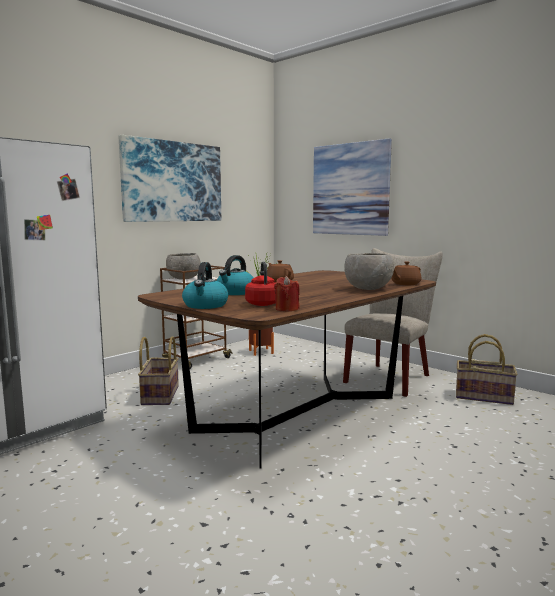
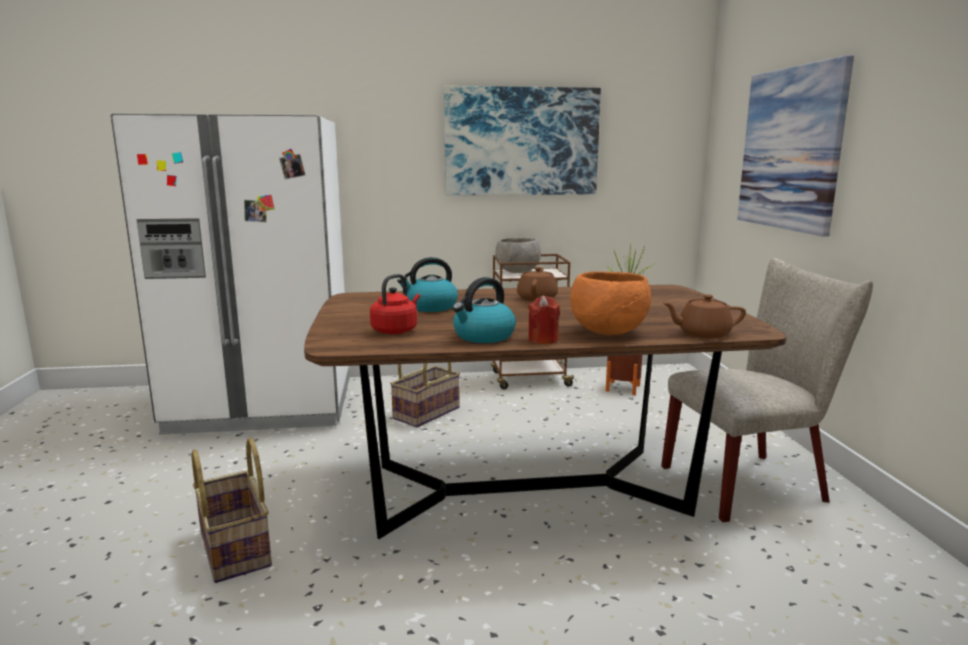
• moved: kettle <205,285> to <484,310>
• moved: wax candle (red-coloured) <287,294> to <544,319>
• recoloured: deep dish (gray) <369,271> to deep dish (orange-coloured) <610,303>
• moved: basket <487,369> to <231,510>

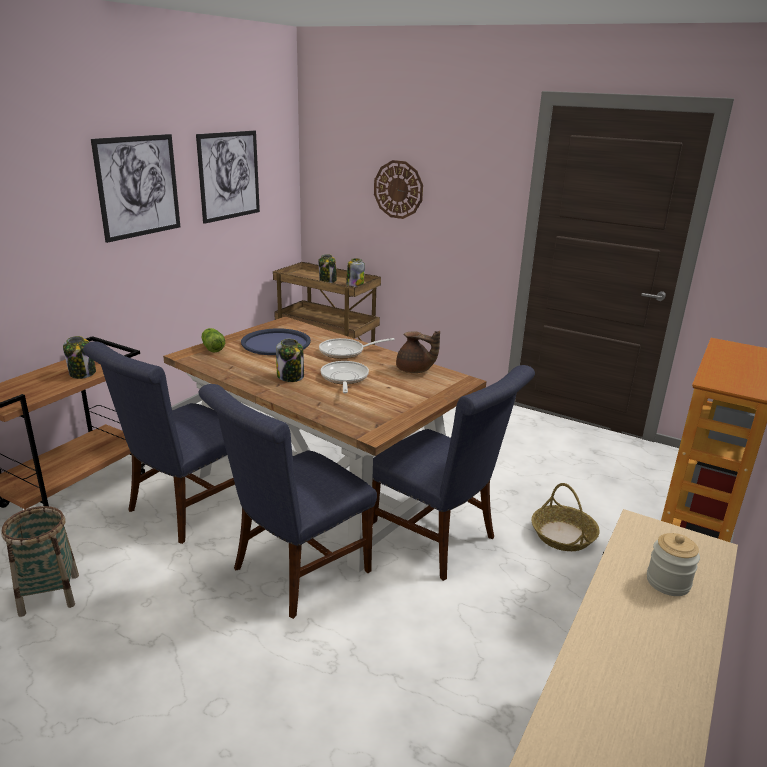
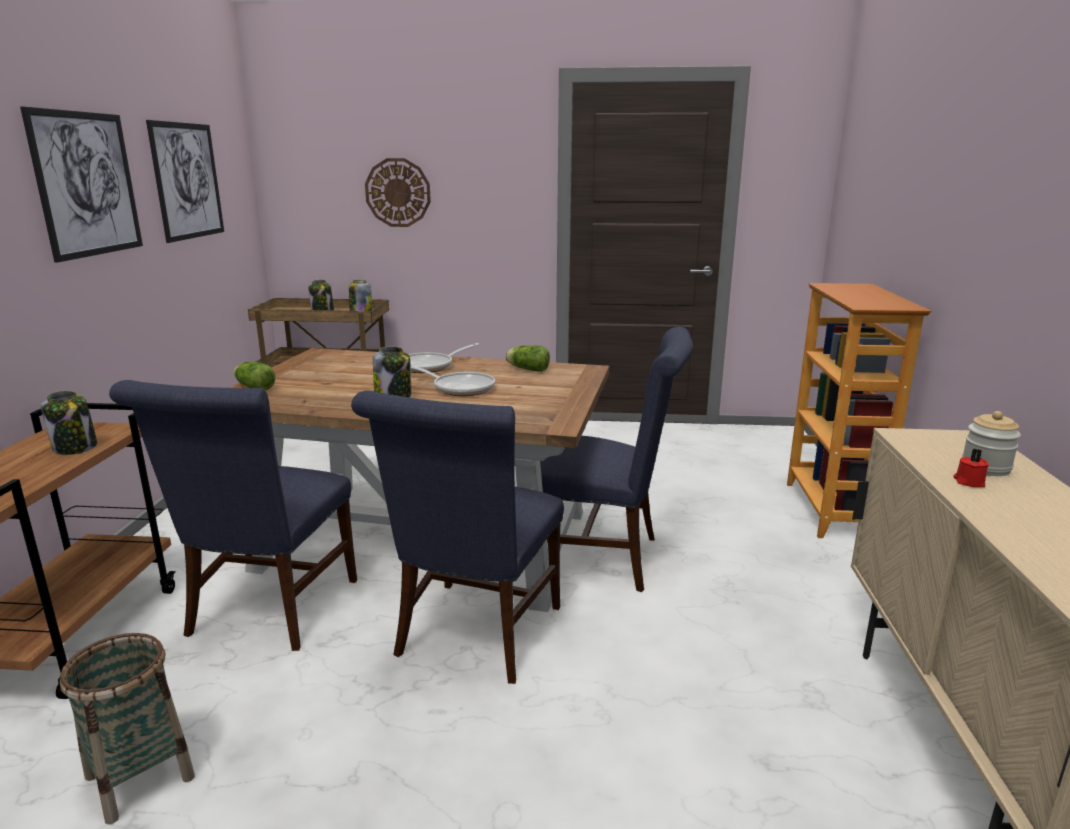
• removed: carrying tray (bluish) <276,341>
• turned: skillet <345,377> = <453,380> 150 degrees clockwise
• replaced: teapot (brown-coloured) <418,352> to lettuce <527,358>
• removed: basket <566,517>
• added: wax candle (red-coloured) <971,468>

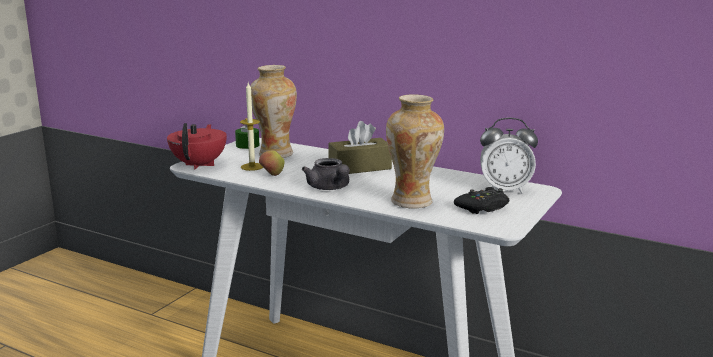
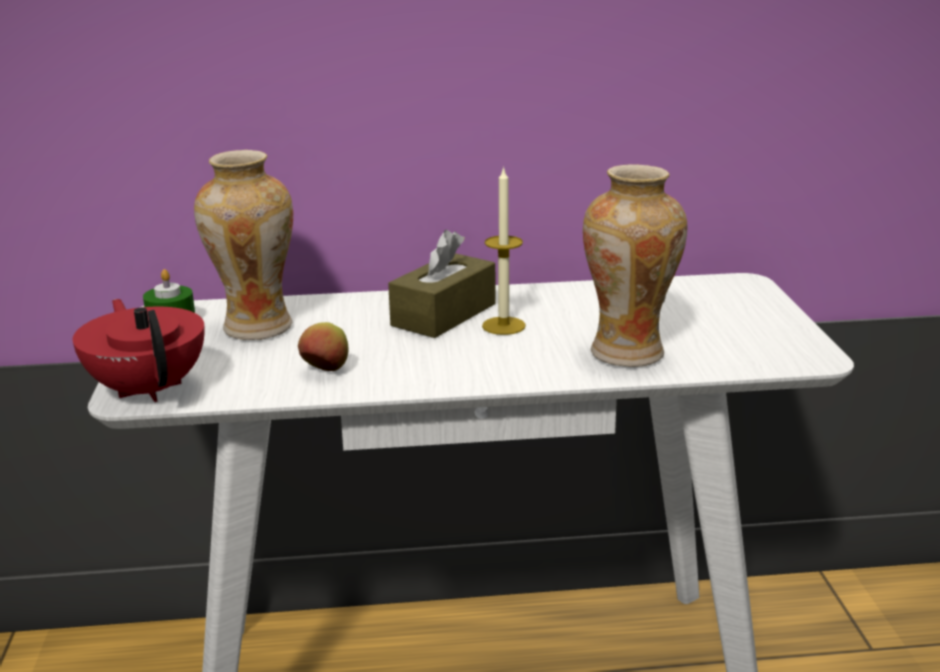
• moved: wax candle <251,127> to <504,250>
• removed: teapot (gray) <326,174>
• removed: joypad (black) <482,200>
• removed: bedside clock <509,156>

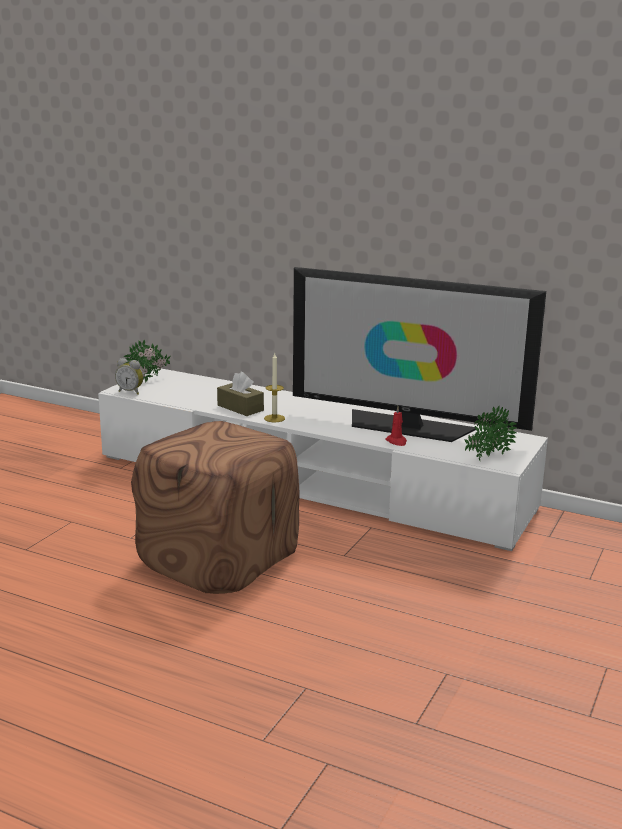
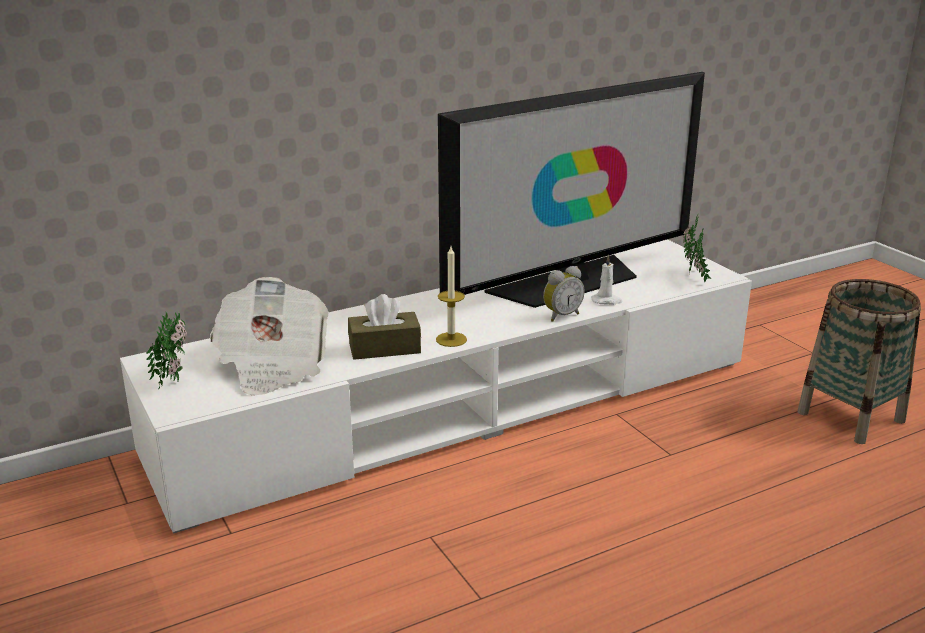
• moved: bedside clock <129,376> to <564,294>
• removed: ottoman (brown-coloured) <215,507>
• recoloured: wax candle (red-coloured) <396,426> to wax candle (white) <607,280>
• added: printed paper <269,336>
• added: basket <859,361>

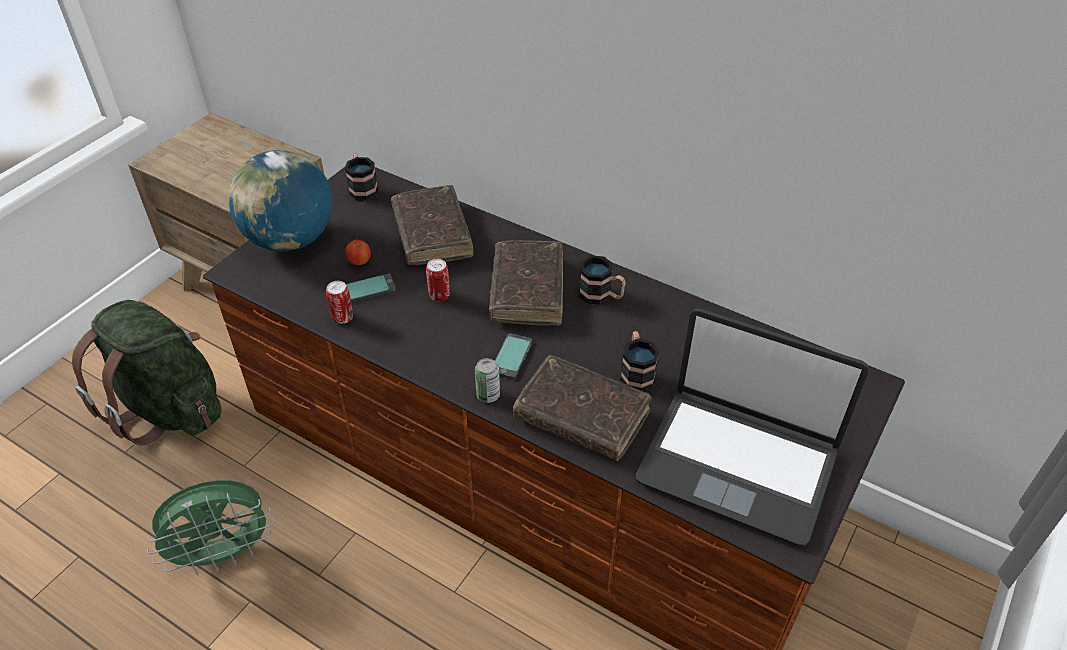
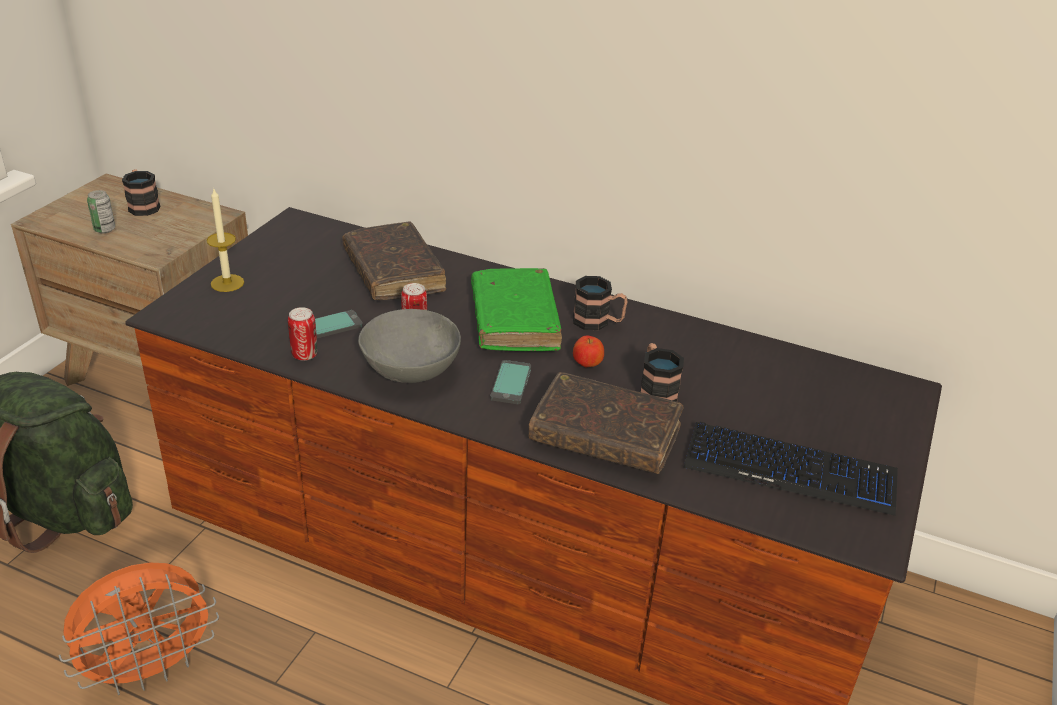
• recoloured: cooling fan (greenish) <210,527> to cooling fan (orange-coloured) <138,629>
• replaced: desk globe <280,200> to wax candle <225,239>
• moved: coffee mug <361,177> to <141,192>
• moved: whole apple <358,252> to <588,351>
• moved: sealed can <487,380> to <101,211>
• recoloured: book (brown-coloured) <526,283> to book (greenish) <516,309>
• replaced: notebook computer <752,428> to computer keyboard <791,469>
• added: deep dish (gray) <409,346>

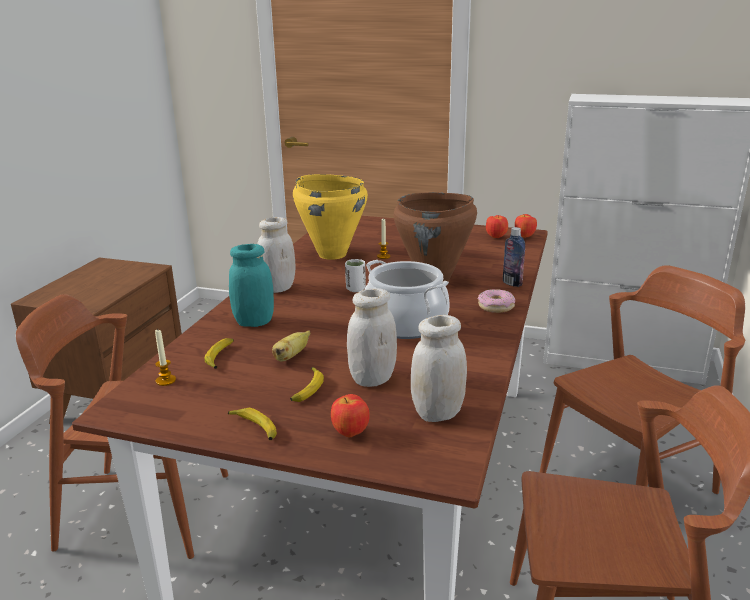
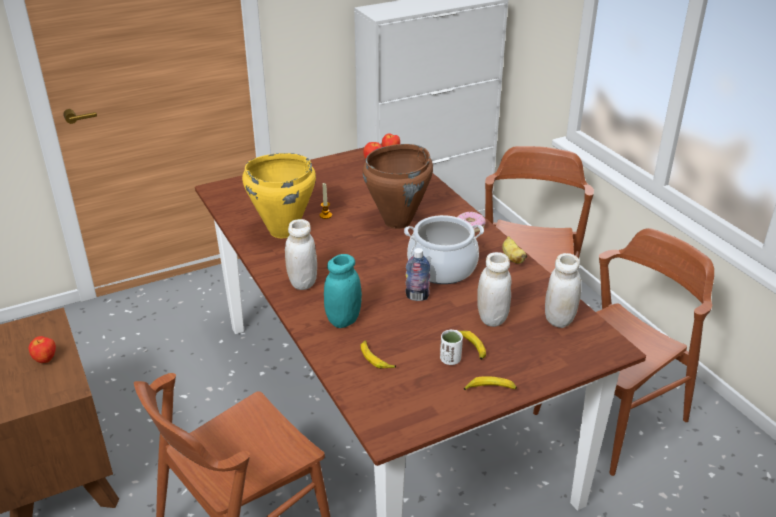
• removed: wax candle <165,357>
• moved: banana fruit <291,346> to <514,250>
• moved: whole apple <350,415> to <42,349>
• moved: small cup (white) <355,275> to <451,347>
• moved: drink bottle <514,257> to <418,274>

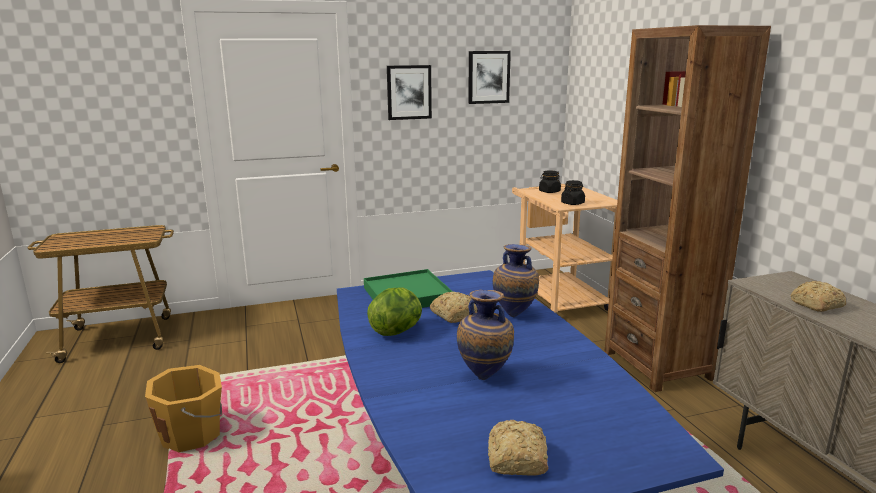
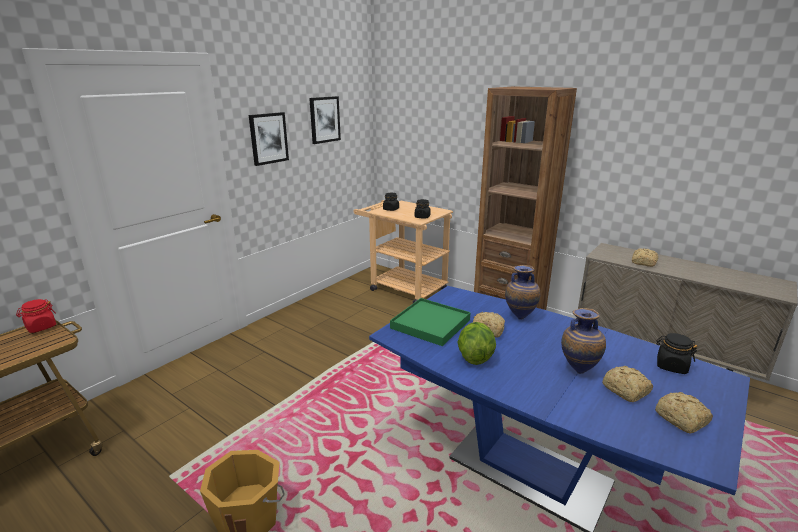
• added: preserve jar (red-coloured) <36,316>
• added: baked bread <627,384>
• added: preserve jar (black) <676,353>

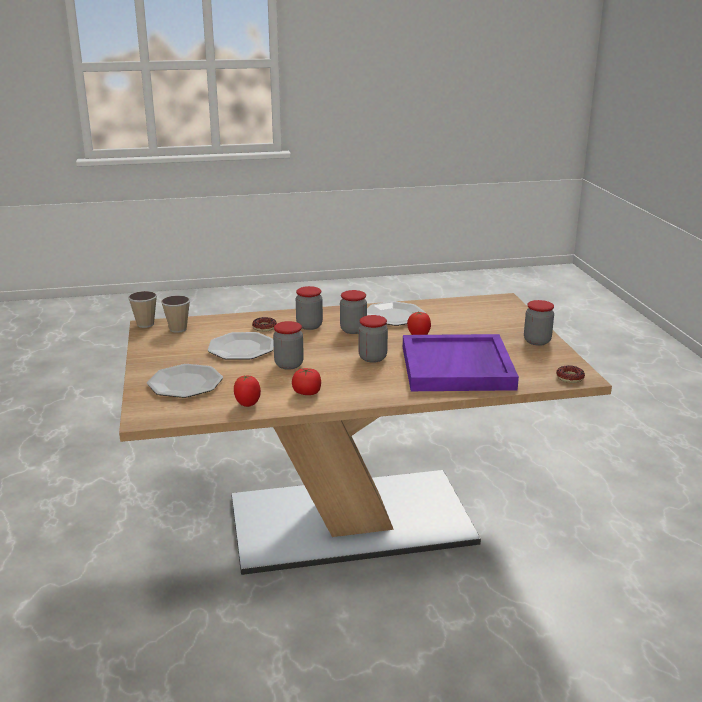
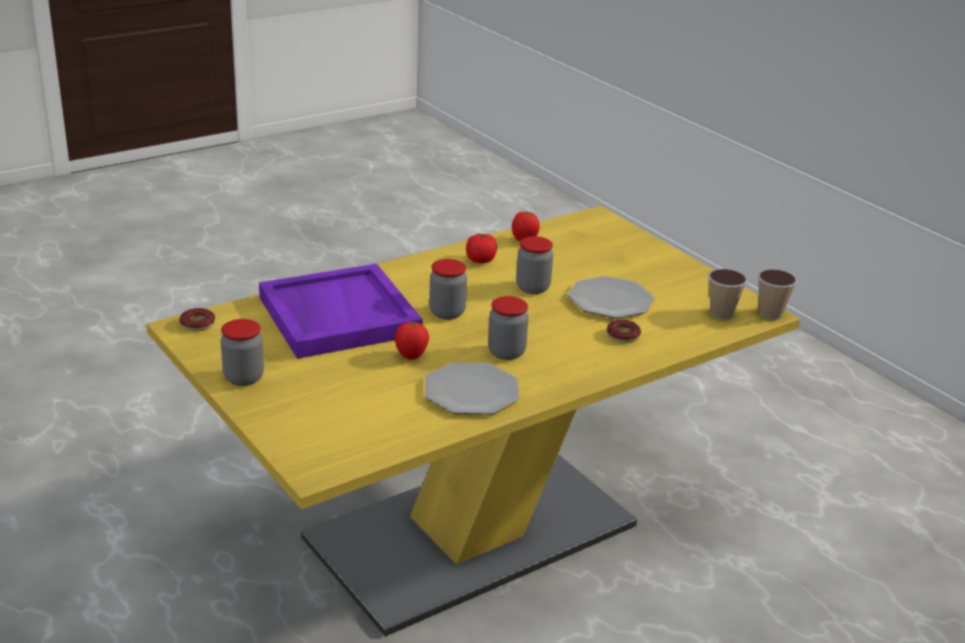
• recoloured: kitchen table (brown-coloured) <365,434> to kitchen table (yellow-coloured) <473,421>
• removed: dinner plate <185,381>
• removed: preserve jar <309,308>

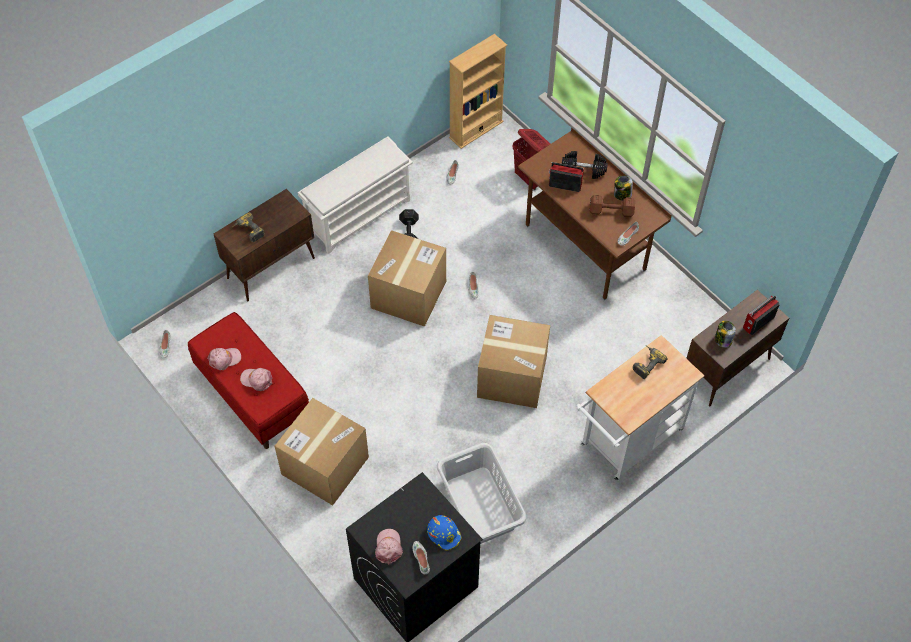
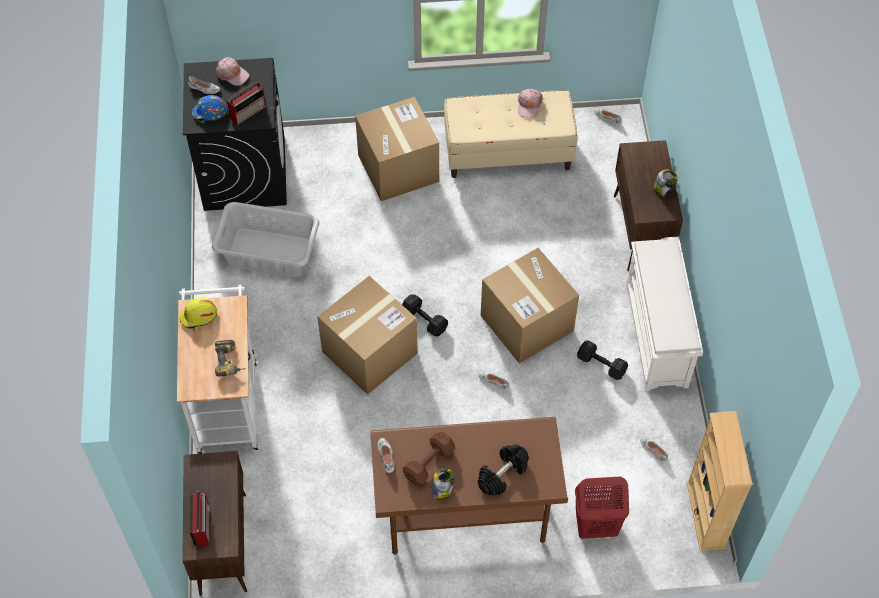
• recoloured: bench (red-coloured) <248,380> to bench (beige) <511,134>
• removed: power drill <248,227>
• removed: peaked cap (pink) <256,379>
• moved: radio <566,177> to <246,103>
• moved: preserve jar <725,334> to <666,183>
• added: hard hat (yellow-coloured) <198,313>
• added: hand weight (black) <425,315>

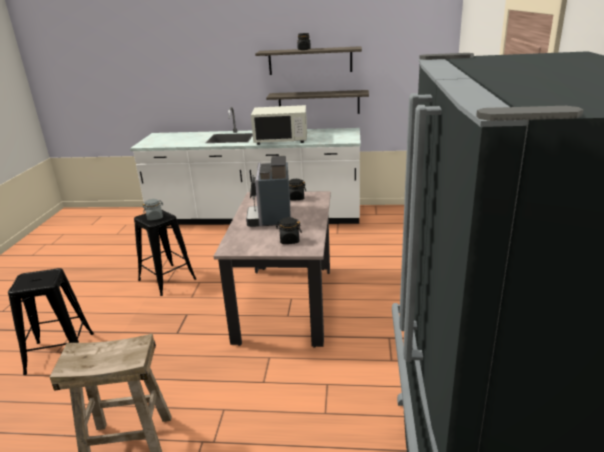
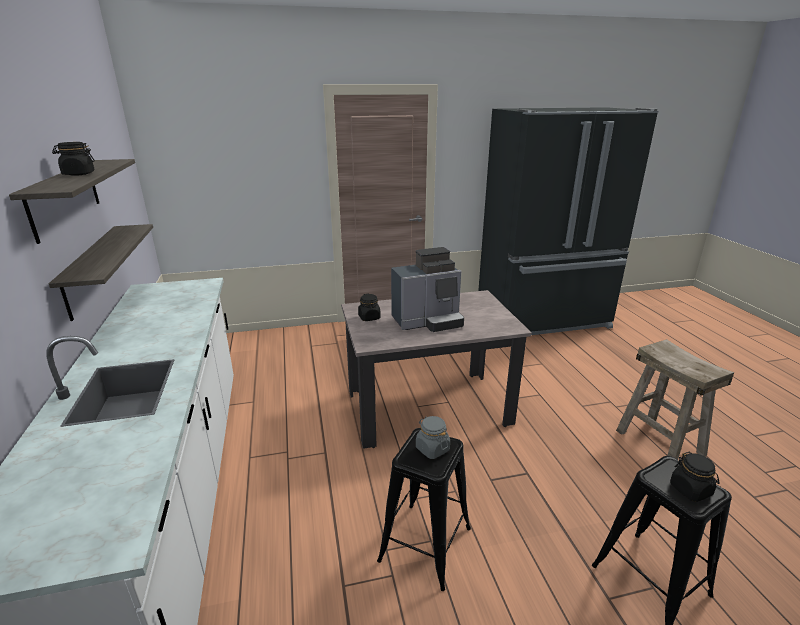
• removed: kitchen microwave (white) <279,125>
• moved: preserve jar (black) <289,230> to <695,477>

